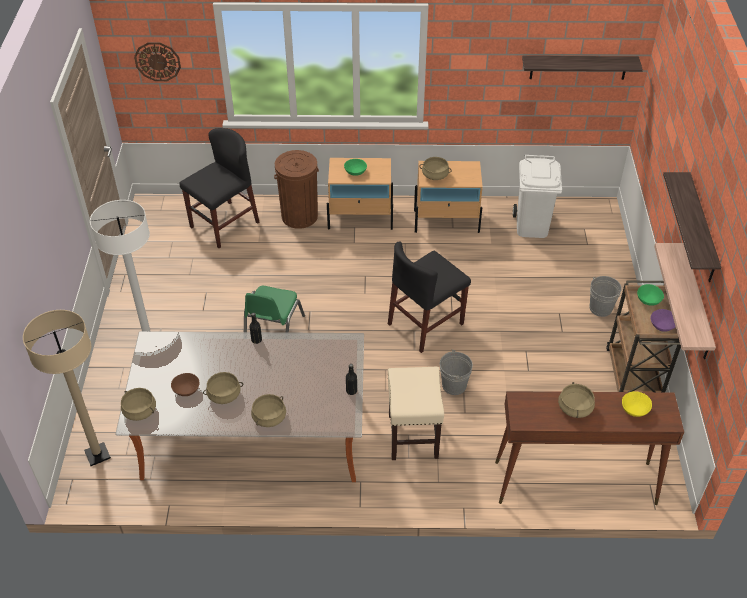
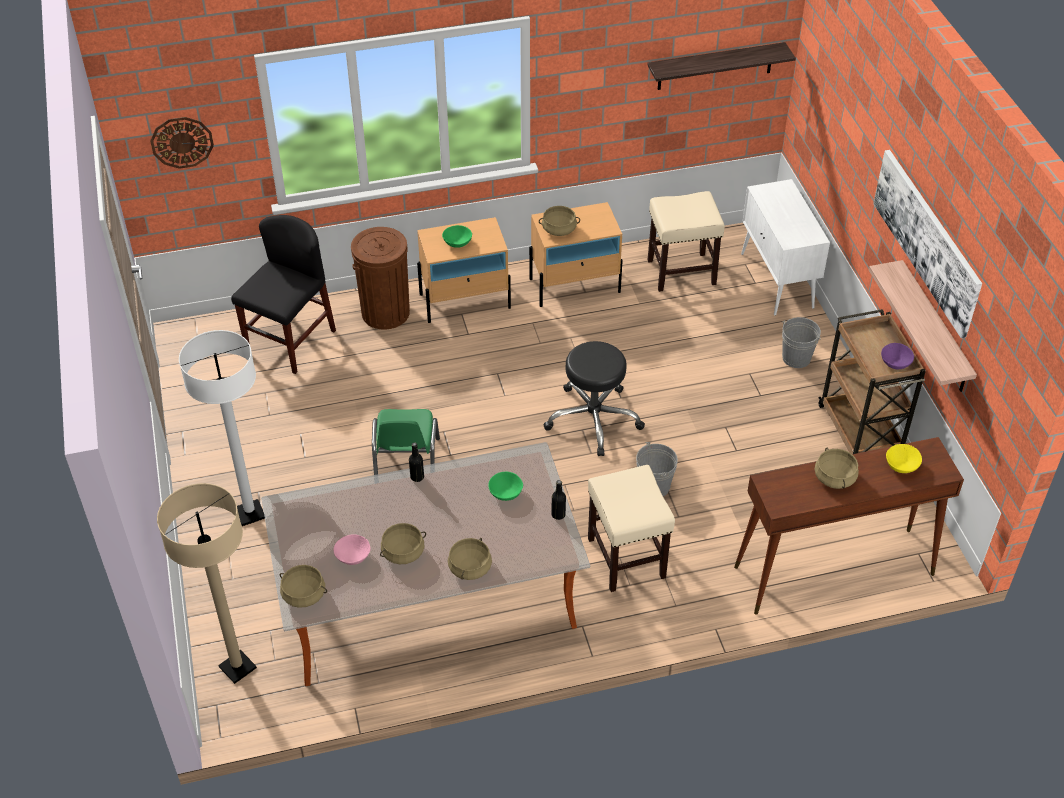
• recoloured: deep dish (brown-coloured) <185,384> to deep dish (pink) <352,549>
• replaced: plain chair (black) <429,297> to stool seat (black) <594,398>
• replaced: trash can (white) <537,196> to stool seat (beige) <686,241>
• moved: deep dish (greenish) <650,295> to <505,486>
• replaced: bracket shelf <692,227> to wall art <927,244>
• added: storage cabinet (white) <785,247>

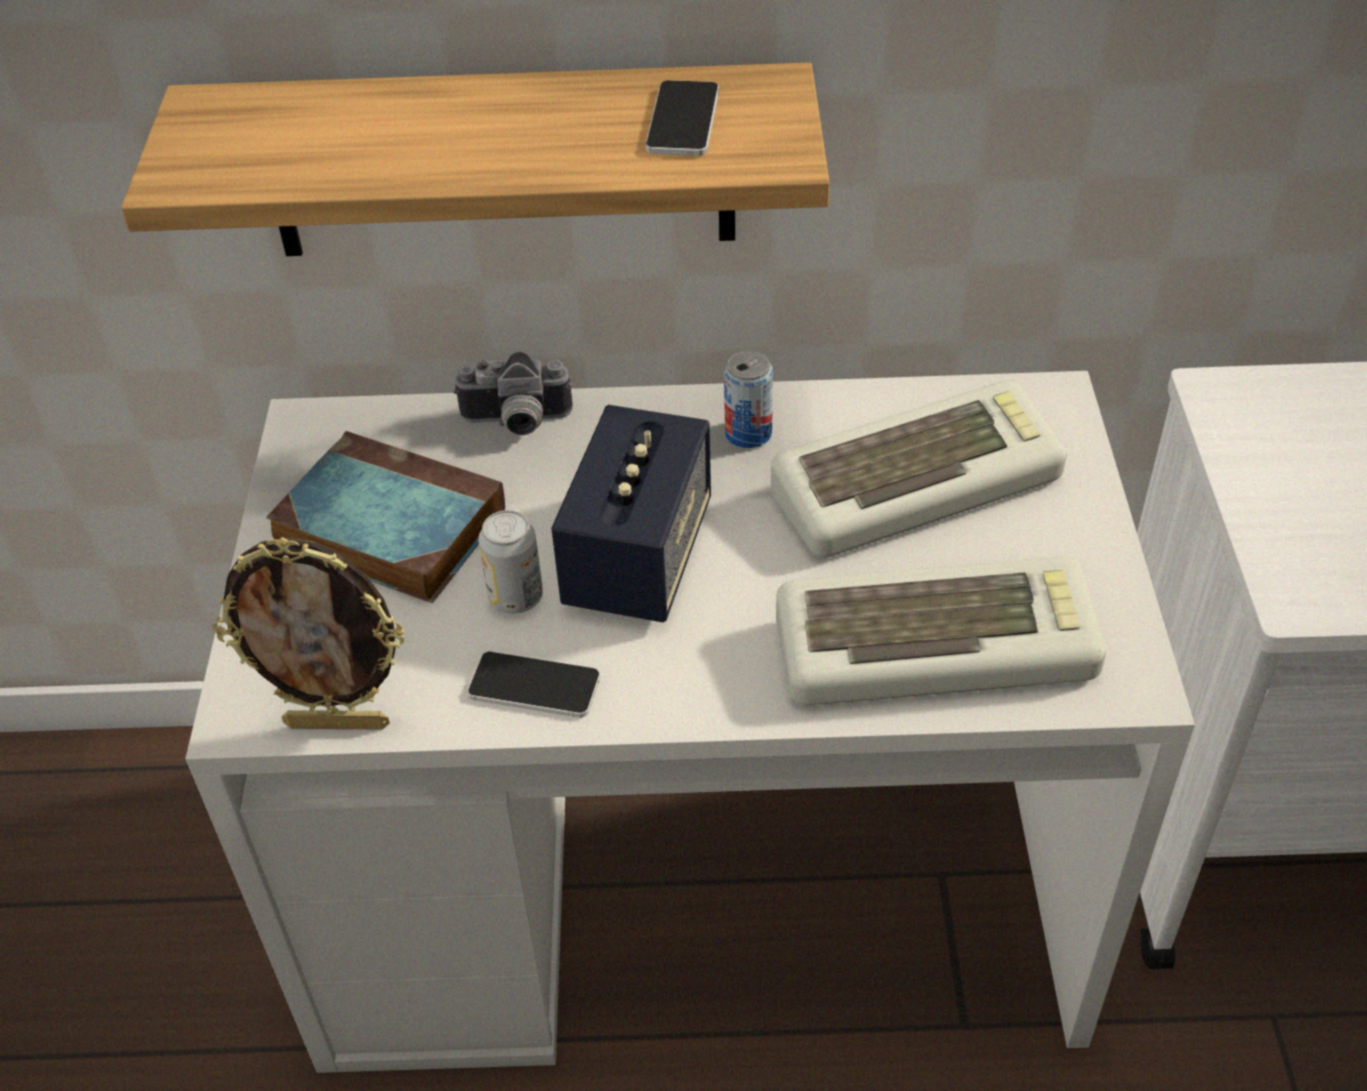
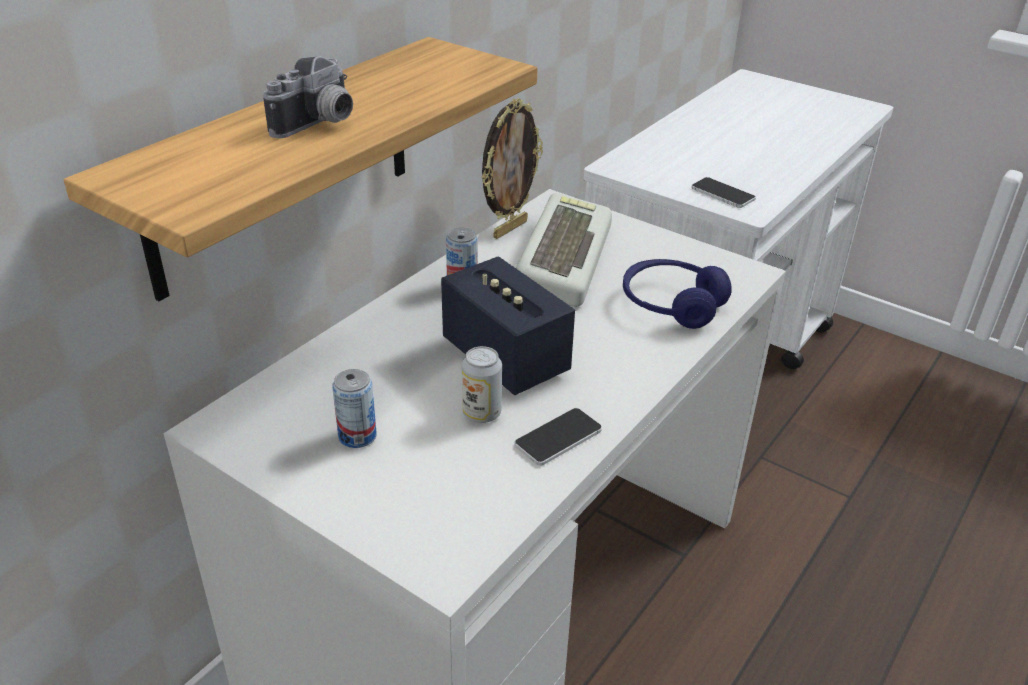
• moved: photo frame <308,633> to <512,168>
• replaced: book <385,517> to sealed can <354,408>
• moved: photo camera <513,393> to <308,97>
• moved: handset <682,118> to <724,192>
• replaced: computer keyboard <941,631> to pair of headphones (bluish) <677,294>

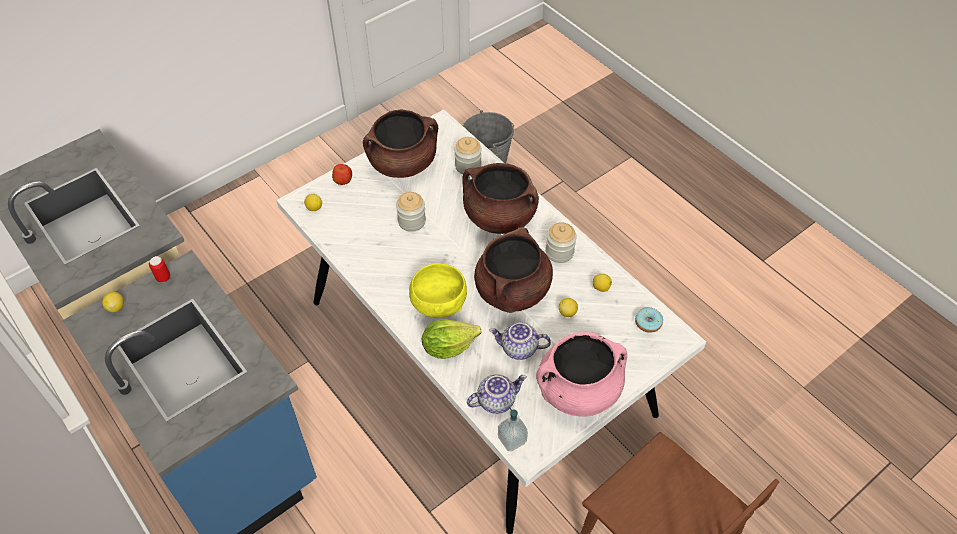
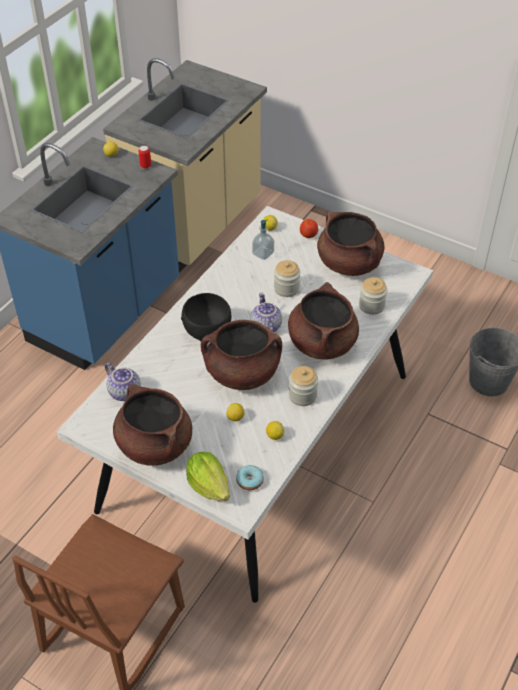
• recoloured: deep dish (yellow-coloured) <438,290> to deep dish (black) <206,317>
• moved: lettuce <451,339> to <208,476>
• moved: teapot <520,341> to <266,312>
• moved: soap dispenser <513,429> to <263,239>
• recoloured: saucepot (pink) <581,374> to saucepot (brown-coloured) <152,425>

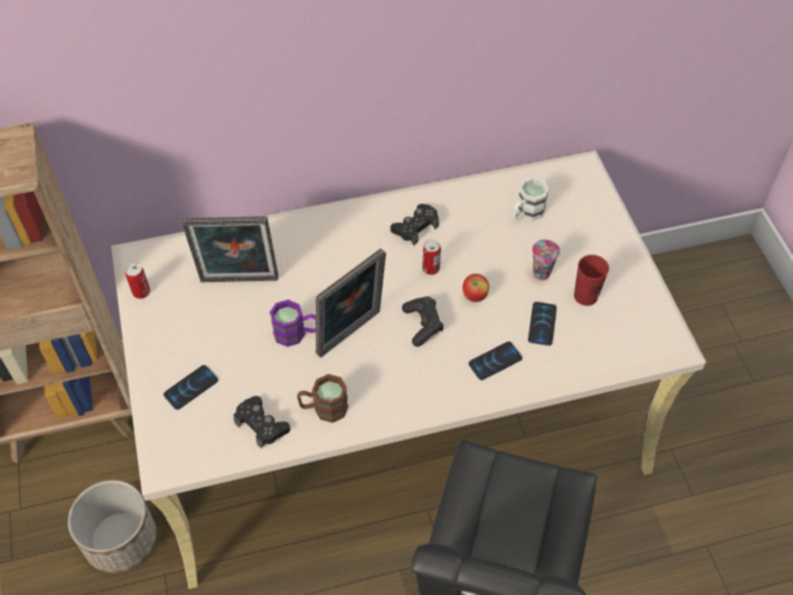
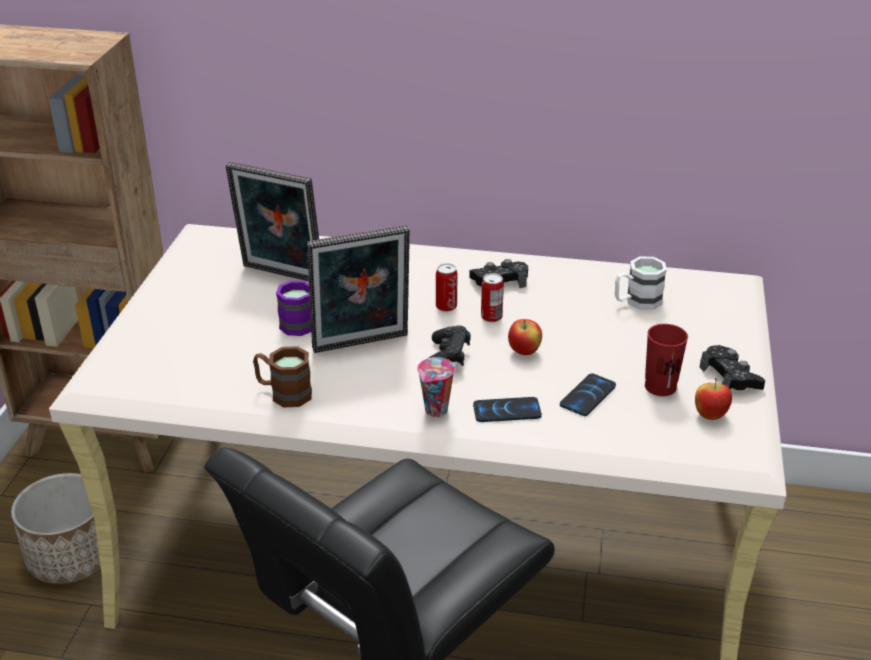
• moved: sealed can <137,281> to <447,287>
• removed: handset <190,387>
• moved: joypad (black) <261,422> to <732,367>
• moved: small cup <546,259> to <436,387>
• added: whole apple <713,399>

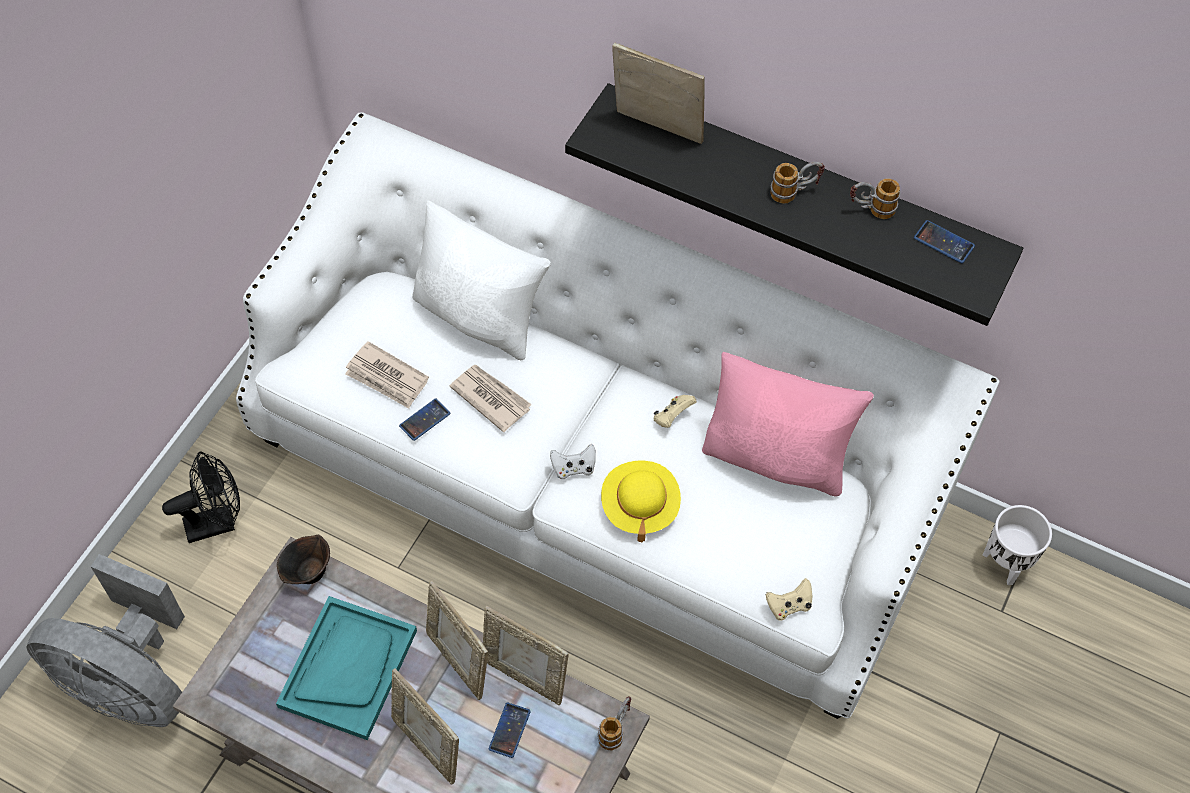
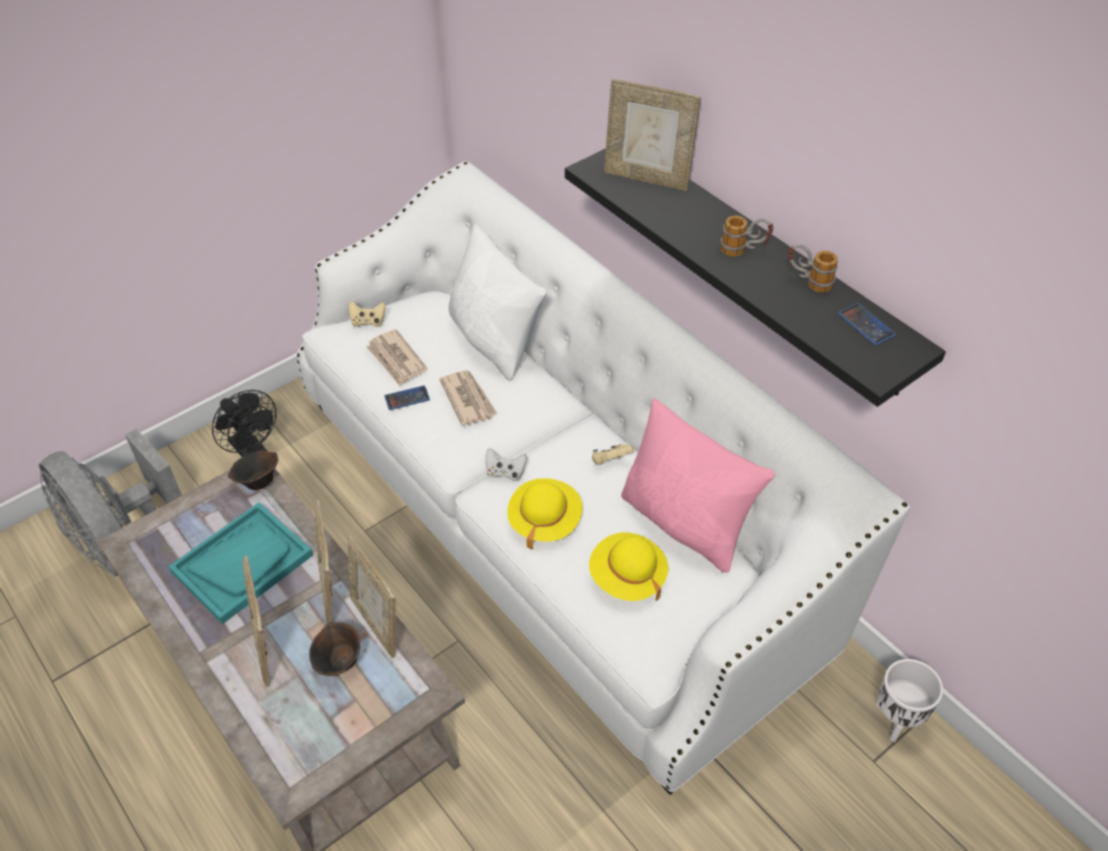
• turned: cooling fan (black) <201,497> = <244,423> 45 degrees clockwise
• replaced: handset <510,730> to deep dish (brown-coloured) <334,649>
• removed: coffee mug <614,723>
• turned: photo frame <658,93> = <652,135> 150 degrees clockwise
• moved: joypad (beige) <789,599> to <367,314>
• added: clothing hat (yellow-coloured) <628,566>

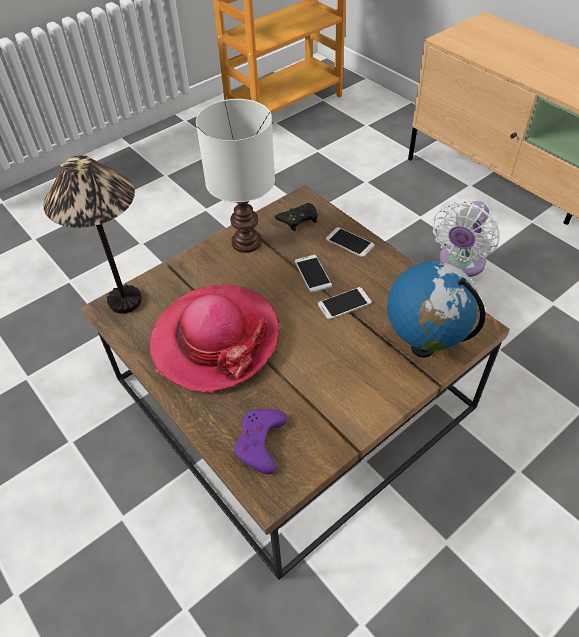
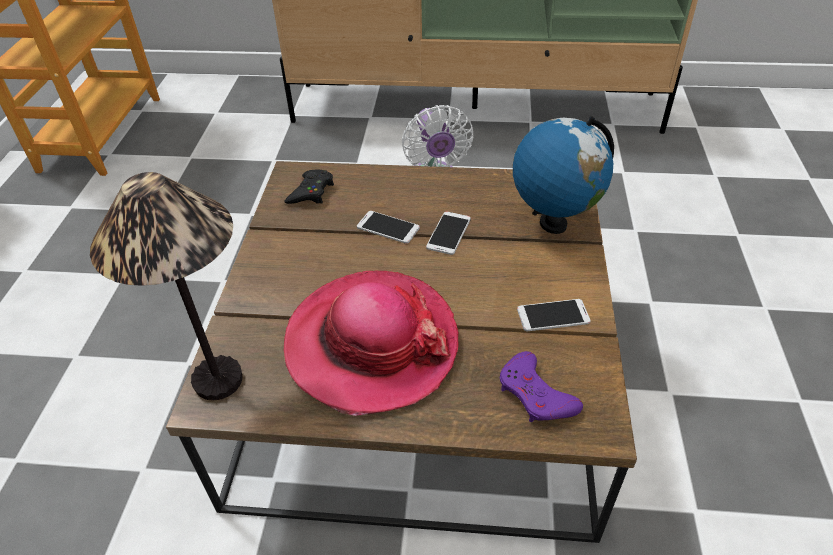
• removed: table lamp (white) <235,176>
• moved: handset <350,242> to <554,315>

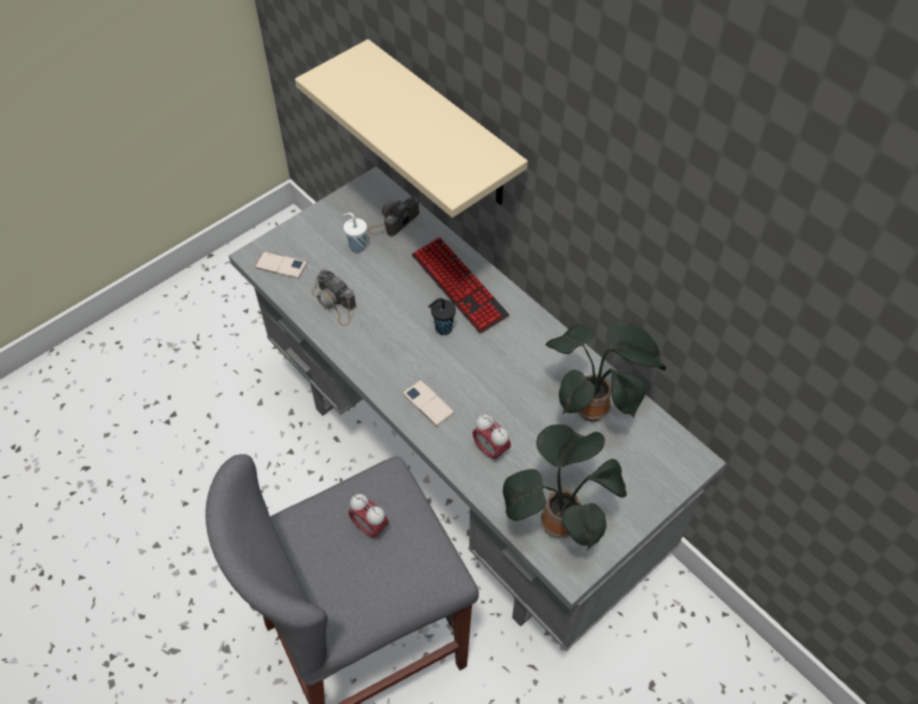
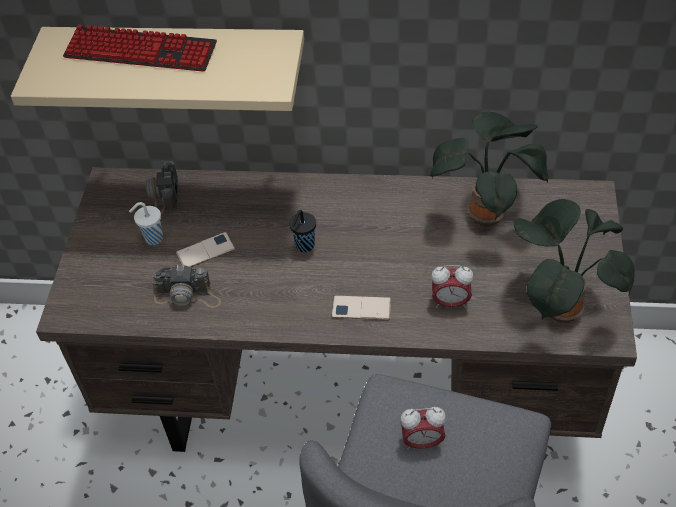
• recoloured: desk unit (gray) <477,408> to desk unit (brown-coloured) <336,309>
• moved: handset <281,264> to <205,249>
• moved: computer keyboard <460,285> to <140,48>

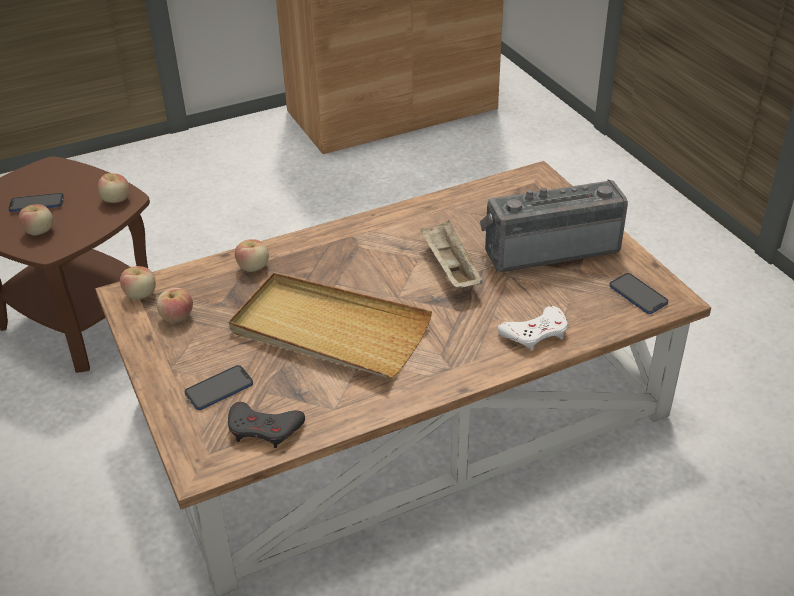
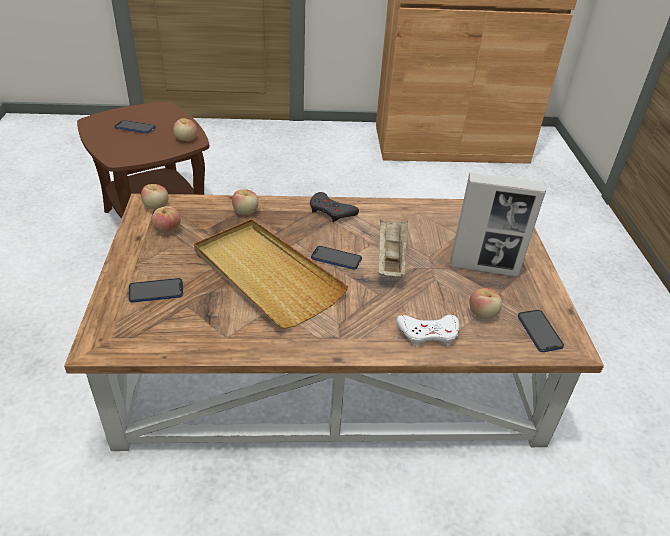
• moved: whole apple <36,220> to <485,303>
• moved: joypad (gray) <266,425> to <334,207>
• replaced: radio <554,226> to photo frame <498,224>
• added: handset <336,258>

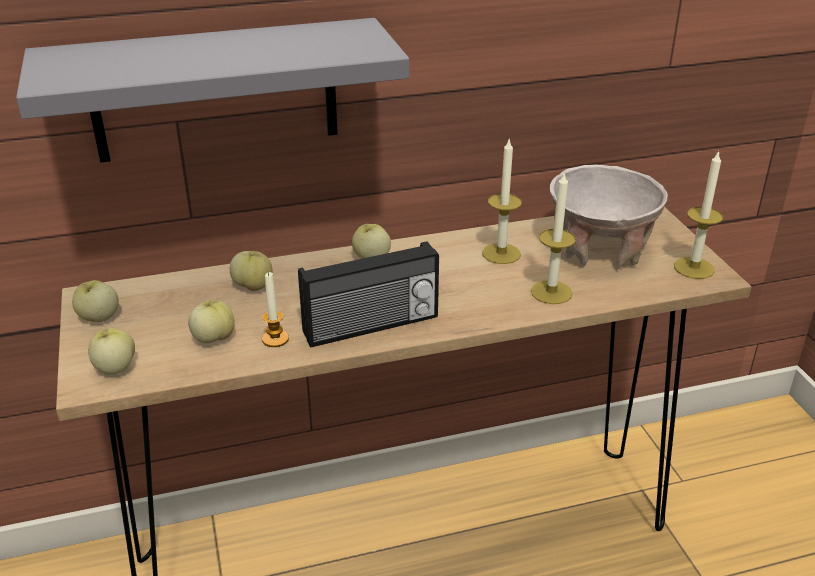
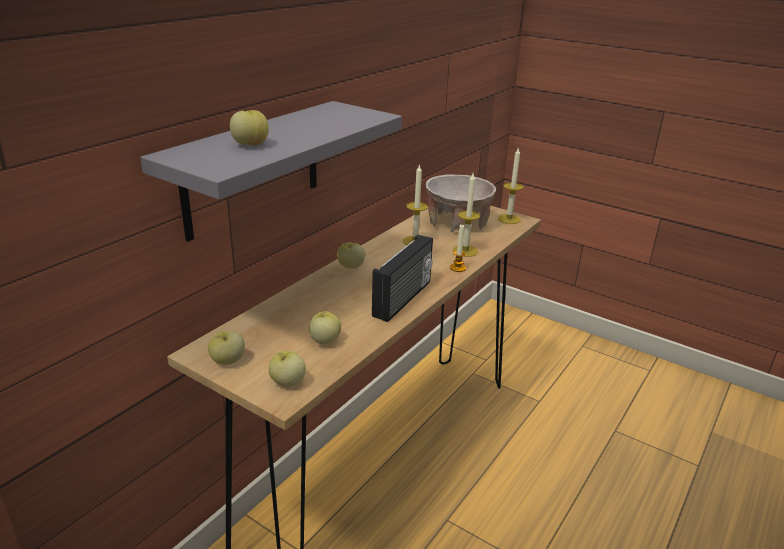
• moved: whole apple <251,271> to <249,127>
• moved: wax candle <275,309> to <458,248>

